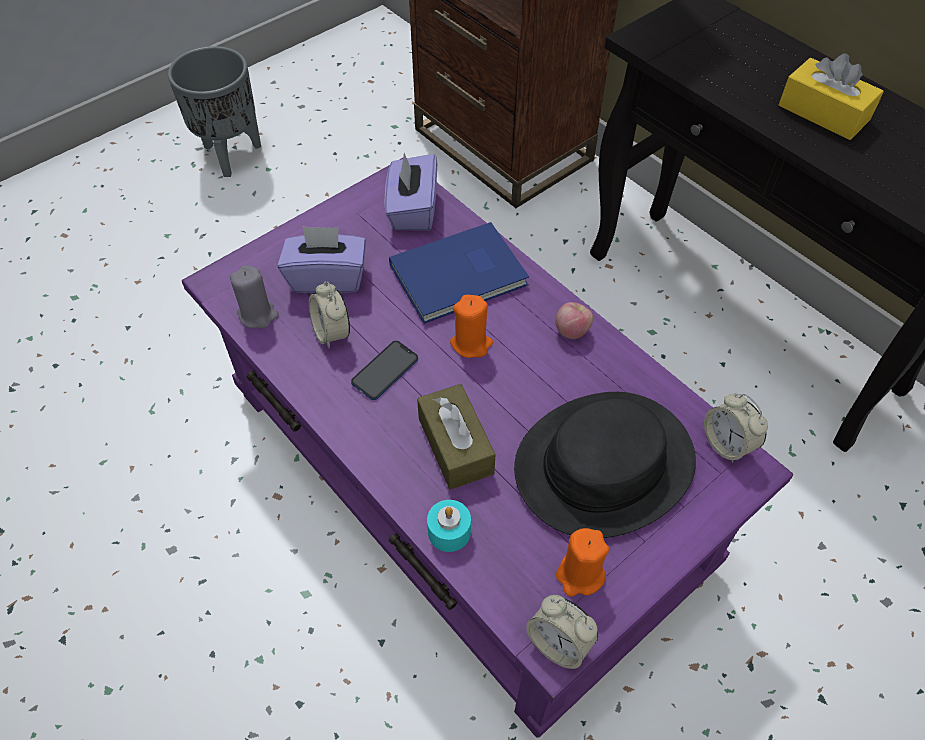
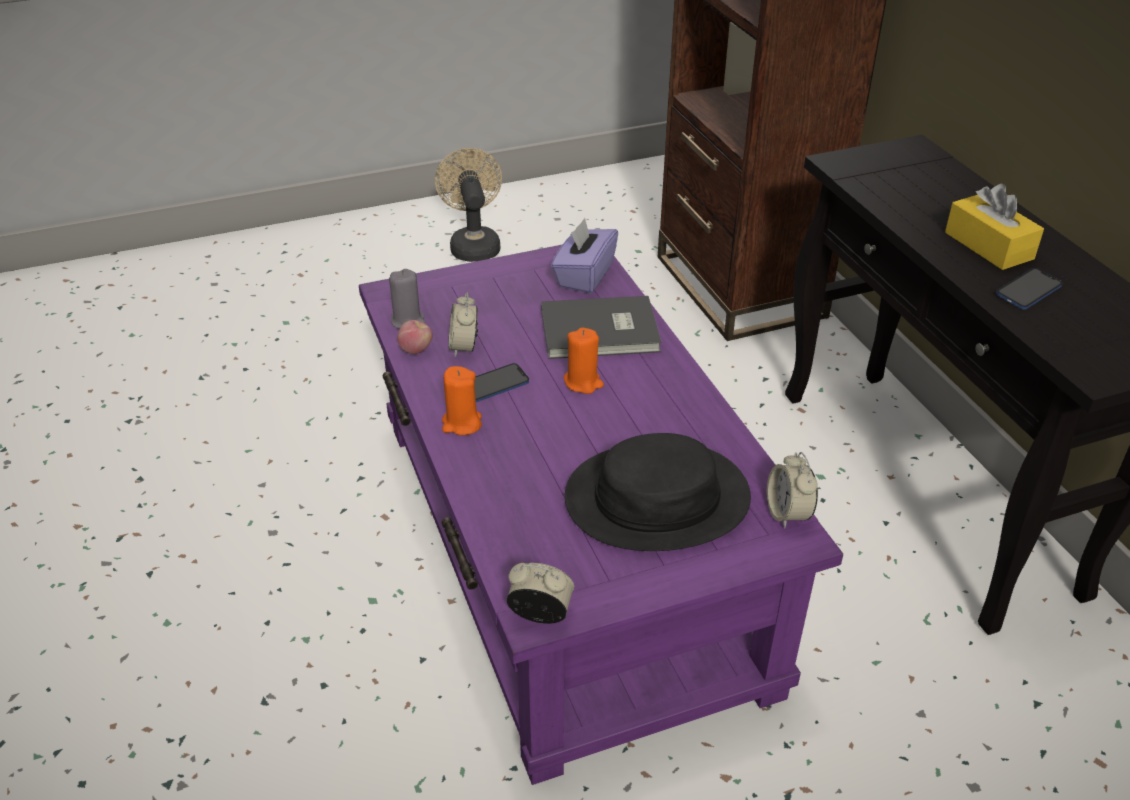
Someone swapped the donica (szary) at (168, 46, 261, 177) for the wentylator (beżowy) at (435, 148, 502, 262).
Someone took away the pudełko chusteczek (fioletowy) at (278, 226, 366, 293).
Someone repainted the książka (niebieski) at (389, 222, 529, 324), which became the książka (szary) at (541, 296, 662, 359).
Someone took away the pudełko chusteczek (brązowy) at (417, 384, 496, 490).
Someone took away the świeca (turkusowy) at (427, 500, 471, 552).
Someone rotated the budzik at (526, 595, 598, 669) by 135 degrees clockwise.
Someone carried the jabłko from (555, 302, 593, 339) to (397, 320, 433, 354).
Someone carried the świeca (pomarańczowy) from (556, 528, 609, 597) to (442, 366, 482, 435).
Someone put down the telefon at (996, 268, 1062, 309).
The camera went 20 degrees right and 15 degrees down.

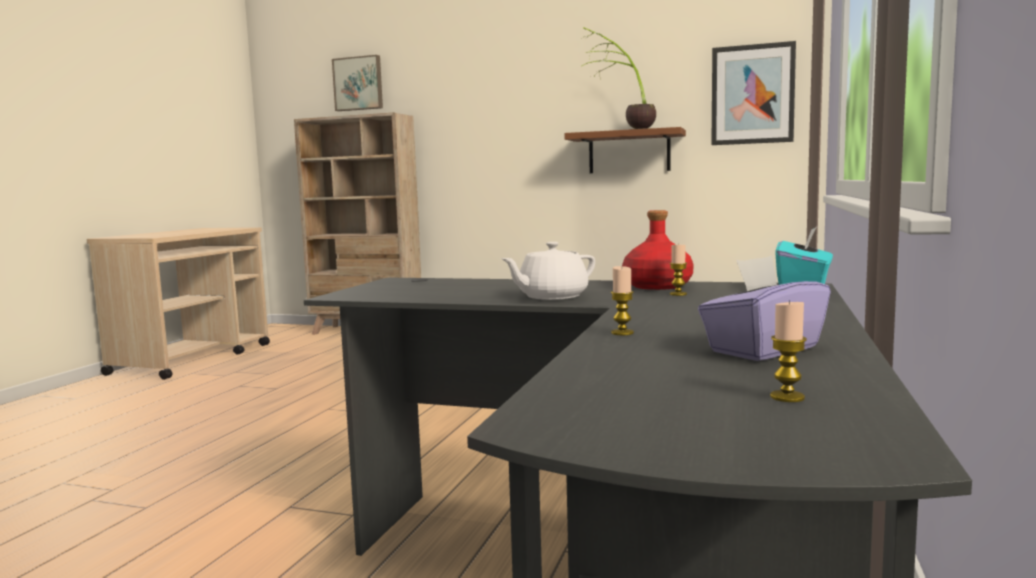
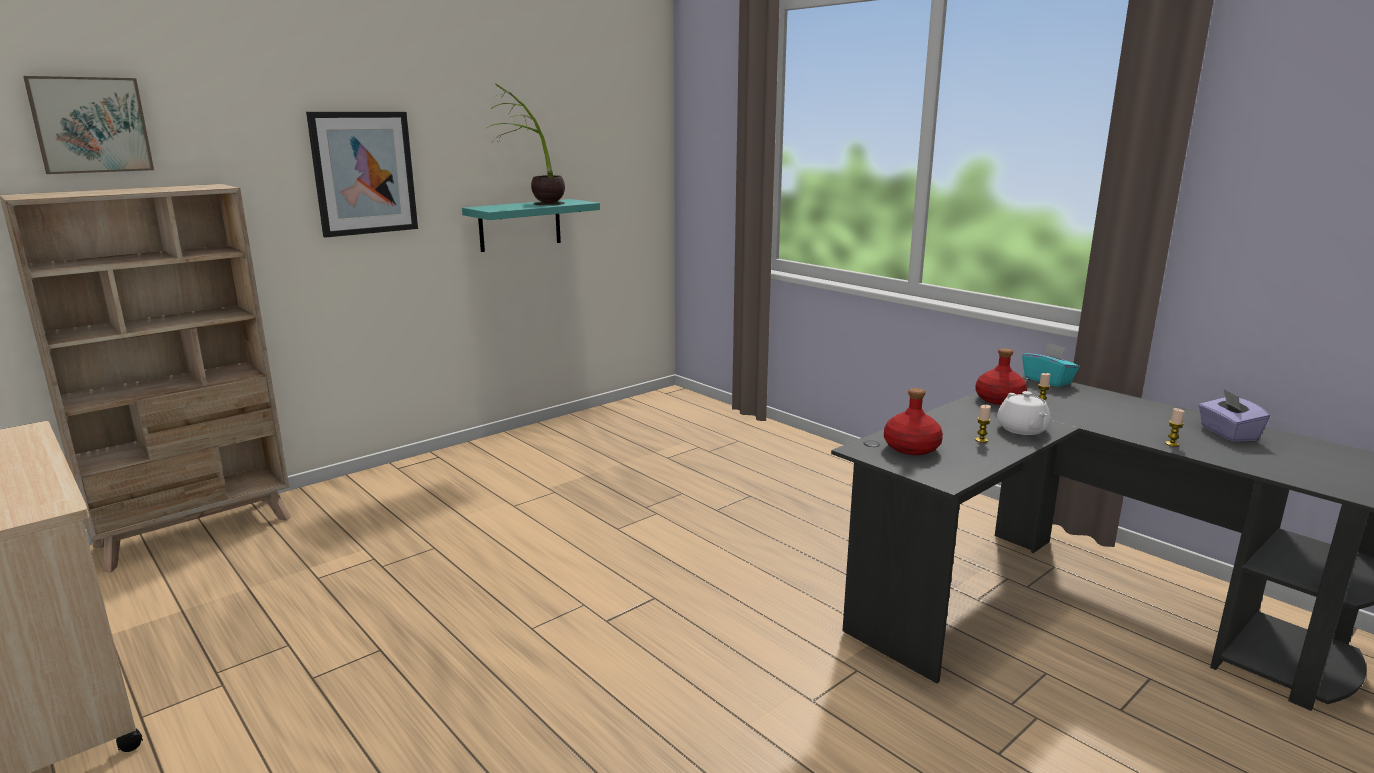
Someone repainted the półka (brązowy) at (565, 127, 686, 173), which became the półka (turkusowy) at (462, 199, 600, 252).
Someone carried the obraz from (711, 41, 796, 145) to (306, 112, 418, 238).
Someone carried the świeca from (770, 300, 807, 402) to (975, 405, 991, 443).
Someone put down the butelka (czerwony) at (884, 388, 943, 455).
The camera went 60 degrees left and 10 degrees up.

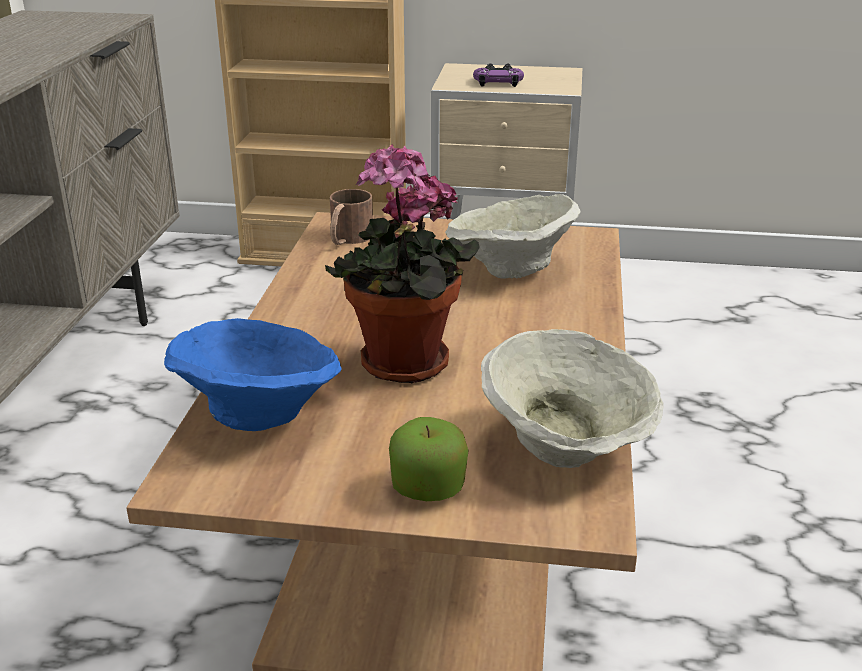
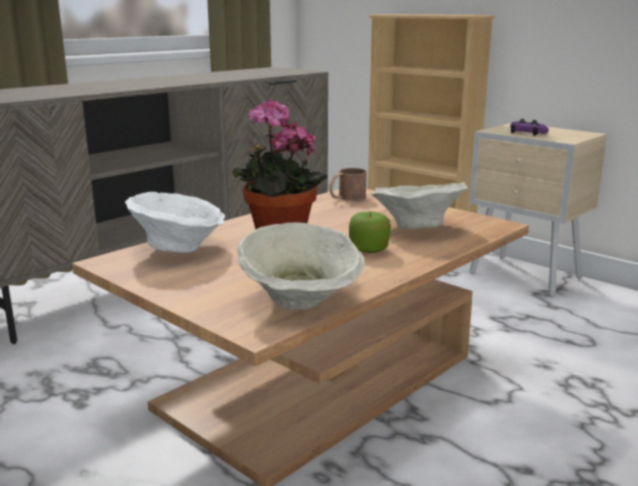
Someone repainted the miska (niebieski) at (164, 318, 342, 431), which became the miska (biały) at (125, 192, 225, 253).
Someone carried the jabłko from (389, 417, 469, 501) to (349, 212, 391, 253).
The camera went 35 degrees right and 10 degrees down.

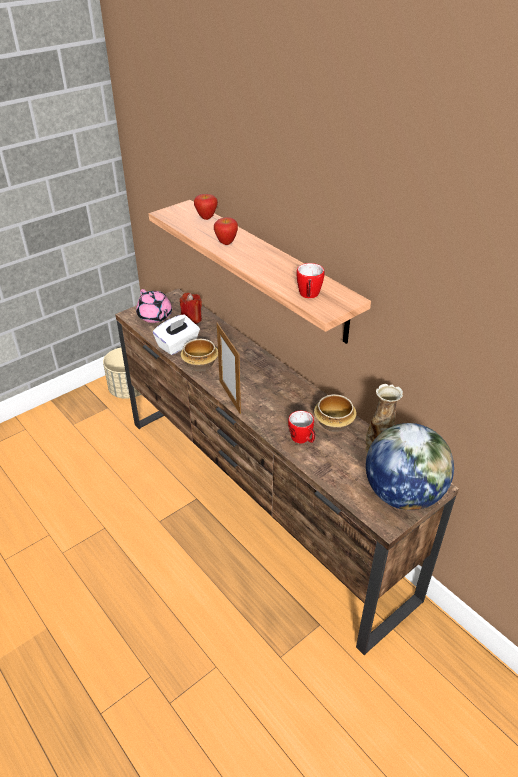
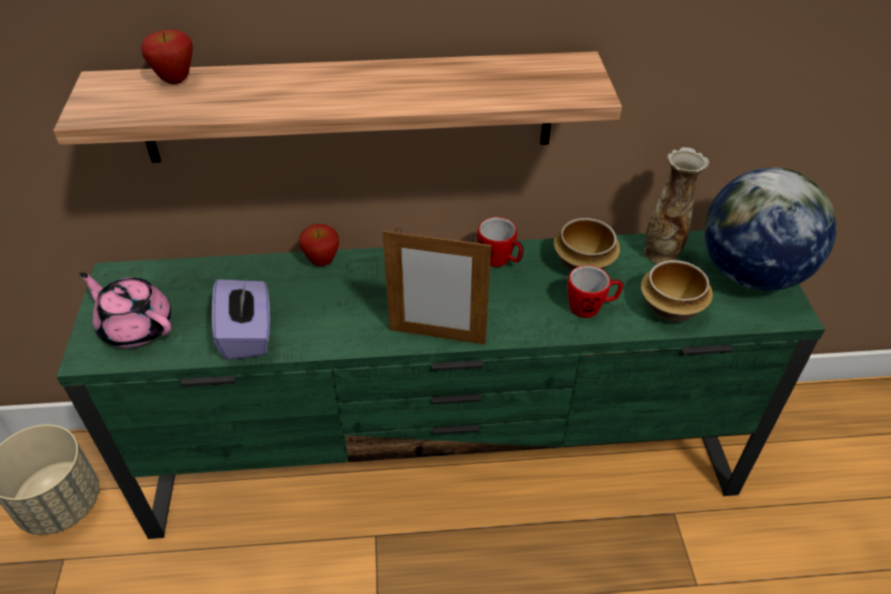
Someone repainted the szafka pod telewizor (brązowy) at (115, 288, 459, 655), which became the szafka pod telewizor (zielony) at (56, 230, 825, 539).
Someone rotated the imbryk (różowy) at (136, 289, 172, 323) by 150 degrees counterclockwise.
Someone repainted the pudełko chusteczek (biały) at (153, 314, 200, 355), which became the pudełko chusteczek (fioletowy) at (212, 279, 270, 360).
Someone took away the świeca (czerwony) at (180, 293, 202, 324).
Someone carried the miska from (181, 339, 218, 371) to (641, 260, 713, 322).
Someone carried the jabłko from (214, 217, 238, 245) to (299, 224, 339, 266).
Someone carried the kubek from (296, 263, 325, 298) to (478, 217, 524, 267).
The camera went 55 degrees left and 5 degrees up.

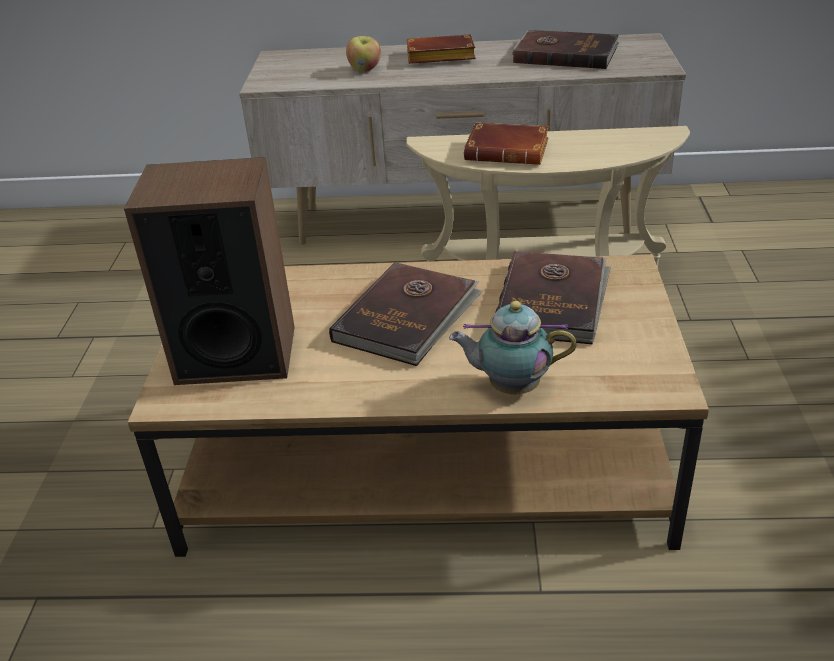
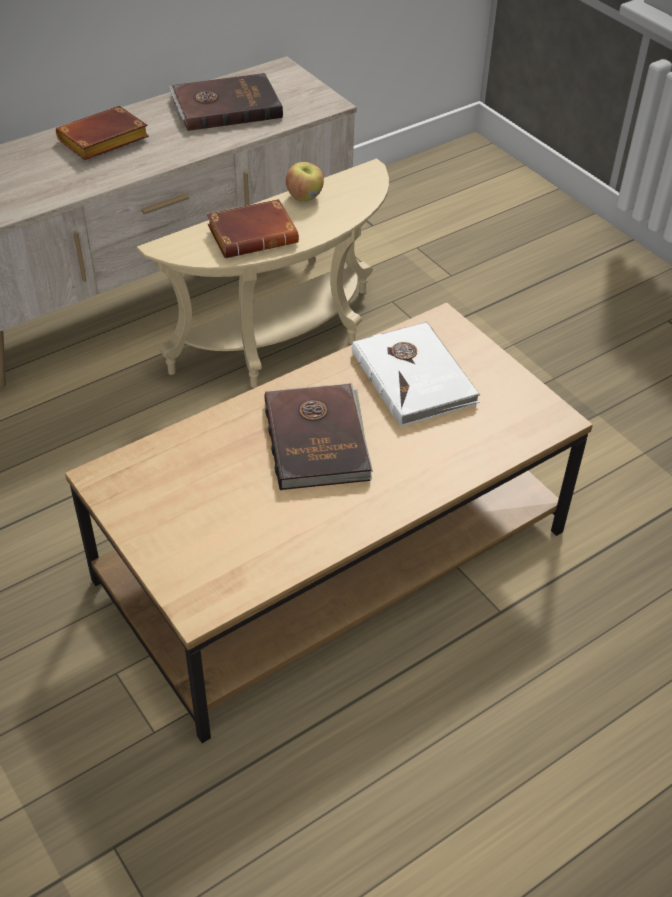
Someone took away the głośnik at (124, 157, 295, 385).
Someone carried the jabłko from (346, 36, 381, 72) to (286, 162, 324, 201).
Someone took away the imbryk at (449, 301, 577, 394).
Someone repainted the książka (brązowy) at (495, 251, 611, 344), which became the książka (biały) at (352, 321, 480, 427).
The camera went 40 degrees left and 10 degrees up.

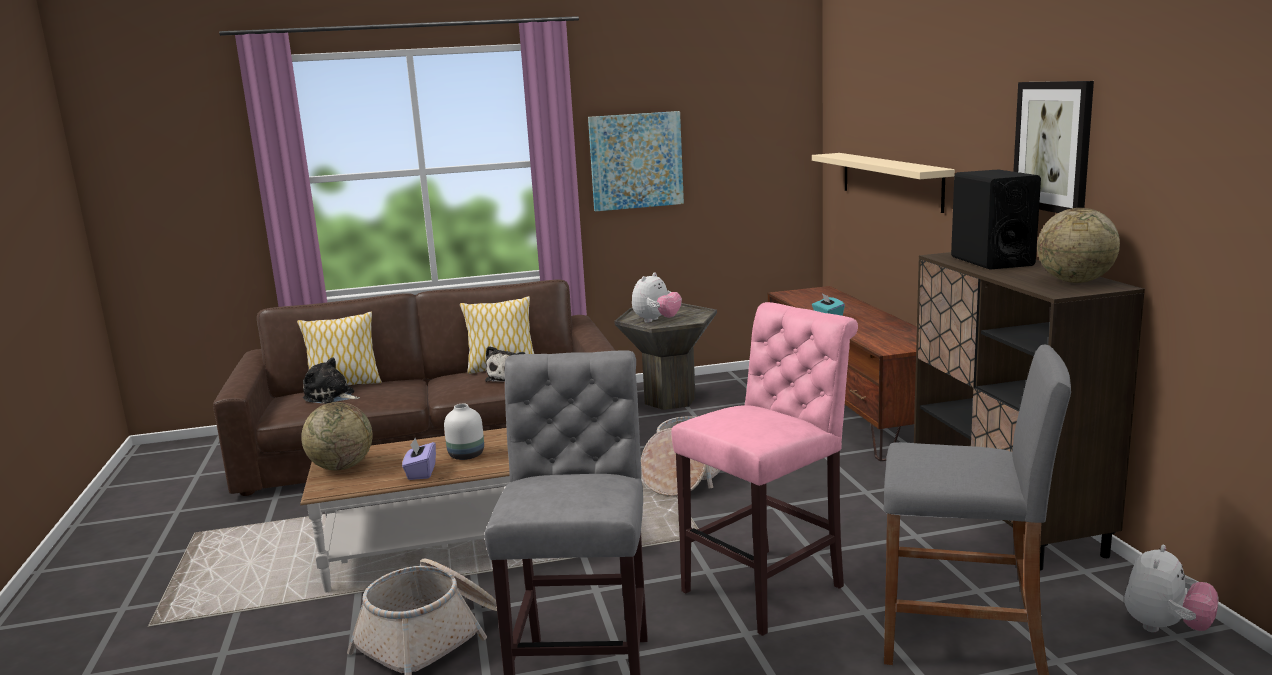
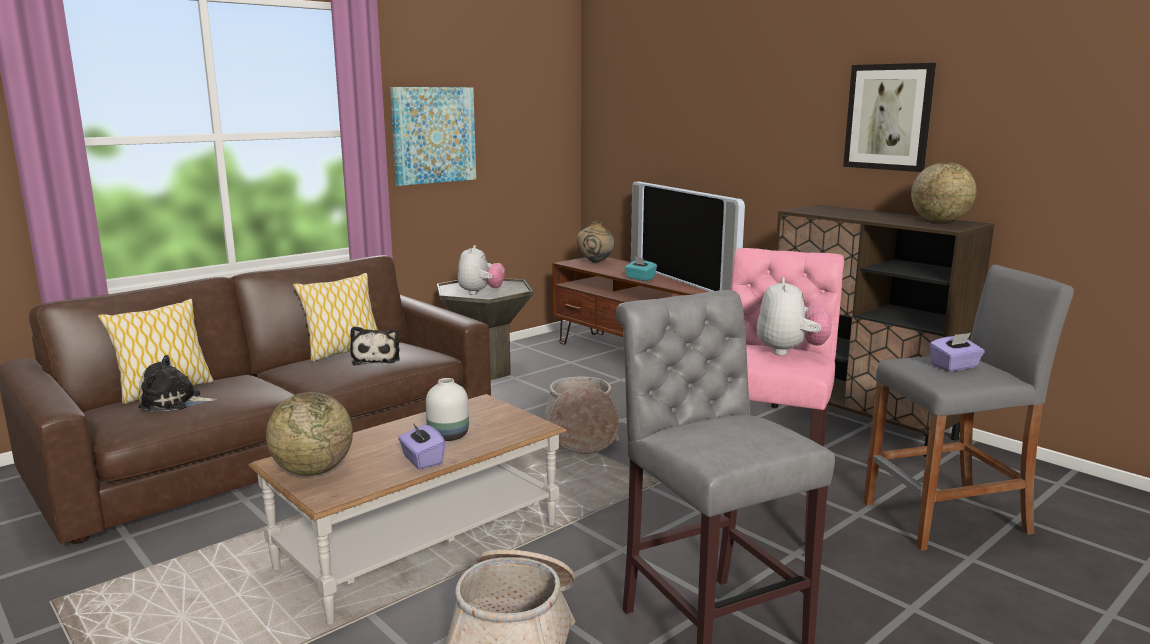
Someone took away the półka (beżowy) at (812, 153, 955, 213).
Someone took away the głośnik (czarny) at (951, 169, 1041, 270).
Someone carried the pluszak from (1124, 545, 1219, 632) to (757, 277, 832, 356).
Someone put down the wazon (beżowy) at (577, 221, 615, 263).
Someone put down the telewizor at (631, 182, 745, 292).
Someone put down the pudełko chusteczek (fioletowy) at (929, 333, 985, 372).
The camera went 30 degrees left and 0 degrees up.

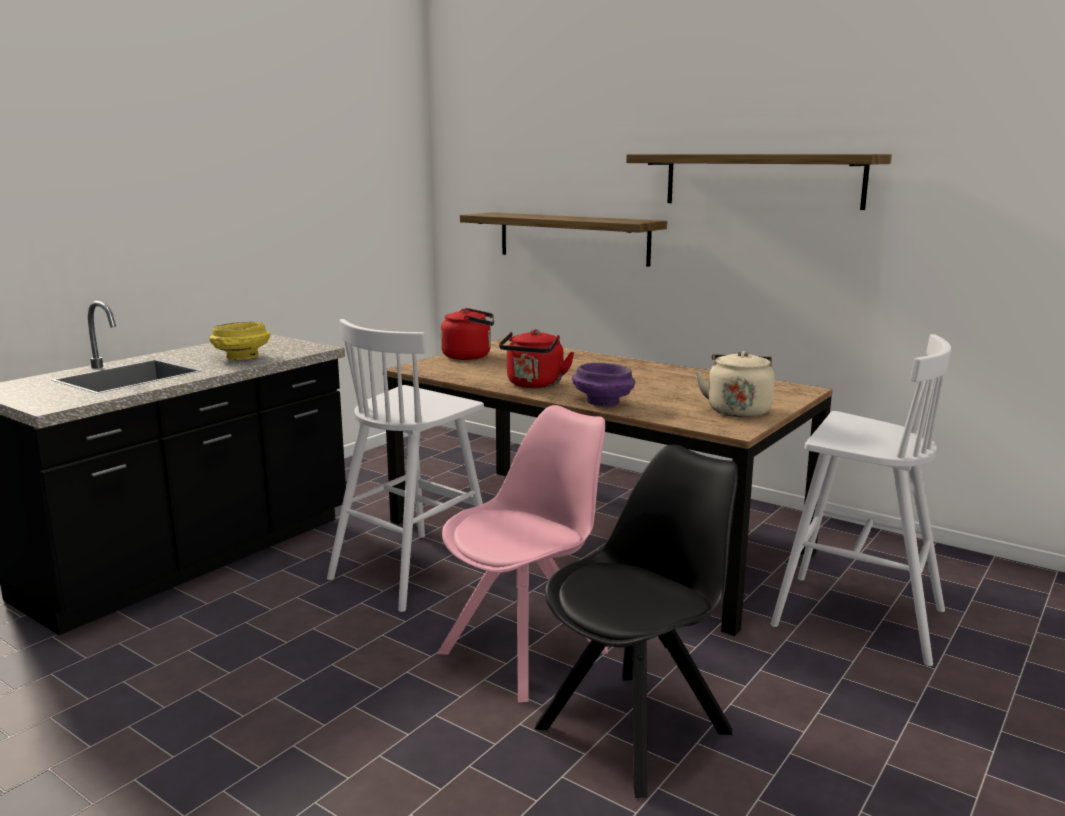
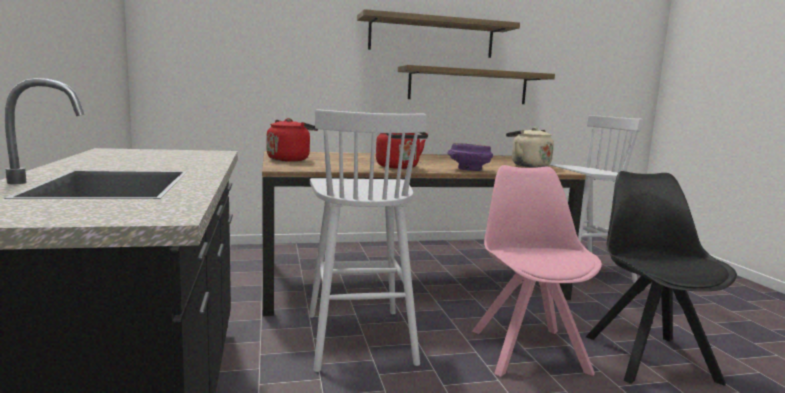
Someone took away the miska (żółty) at (209, 322, 270, 360).
Someone carried the półka from (460, 212, 667, 267) to (398, 65, 555, 104).
The camera went 50 degrees left and 5 degrees down.

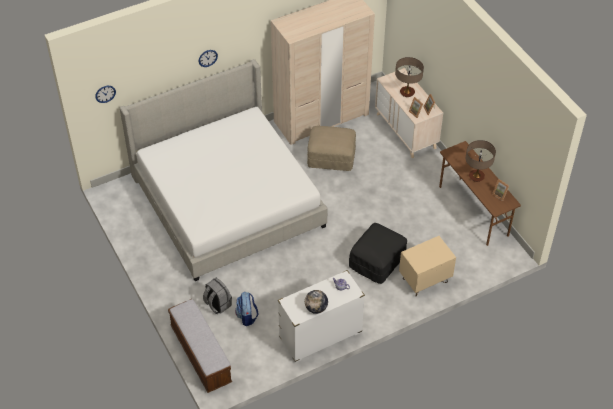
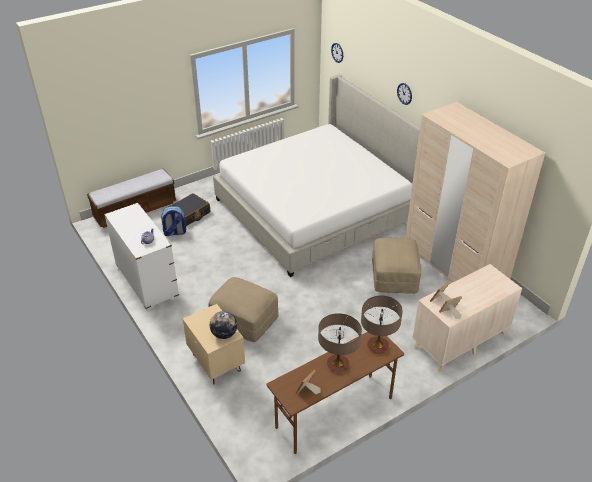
Someone swapped the plecak (szary) at (203, 278, 232, 314) for the walizka (czarny) at (169, 193, 210, 226).
Someone carried the globus from (305, 290, 328, 314) to (210, 311, 237, 339).
Someone repainted the pufa (czarny) at (349, 223, 407, 284), which became the pufa (beżowy) at (208, 277, 279, 342).
Someone carried the lampa stołowa from (395, 57, 424, 97) to (361, 295, 403, 354).
The camera went 85 degrees right and 10 degrees down.

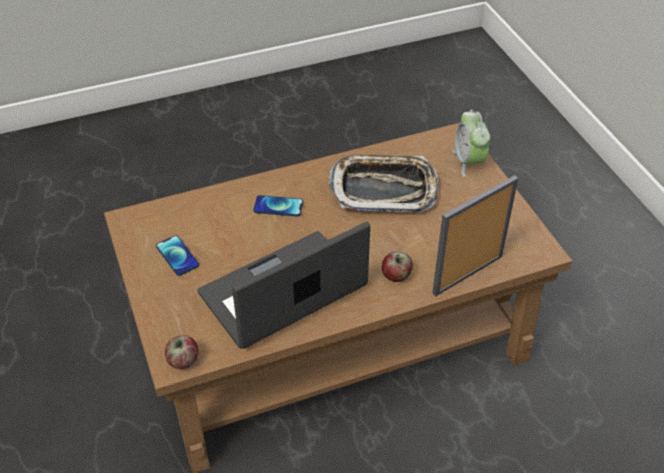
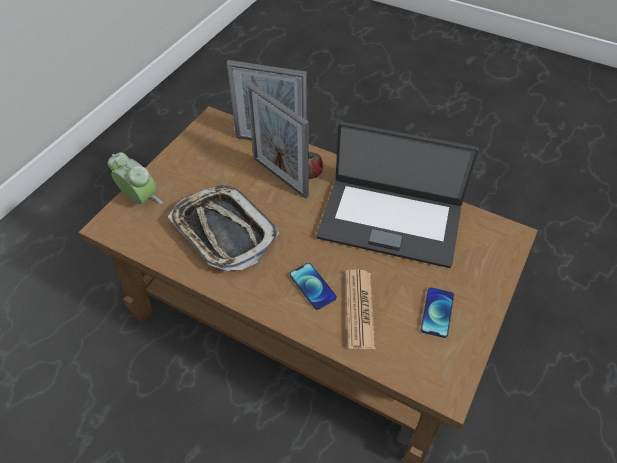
Someone took away the jabłko at (165, 335, 199, 369).
Someone rotated the budzik at (453, 109, 490, 177) by 90 degrees counterclockwise.
Someone put down the ramka na zdjęcie at (246, 82, 309, 199).
Someone put down the gazeta at (346, 270, 376, 349).
The camera went 130 degrees left and 5 degrees up.

